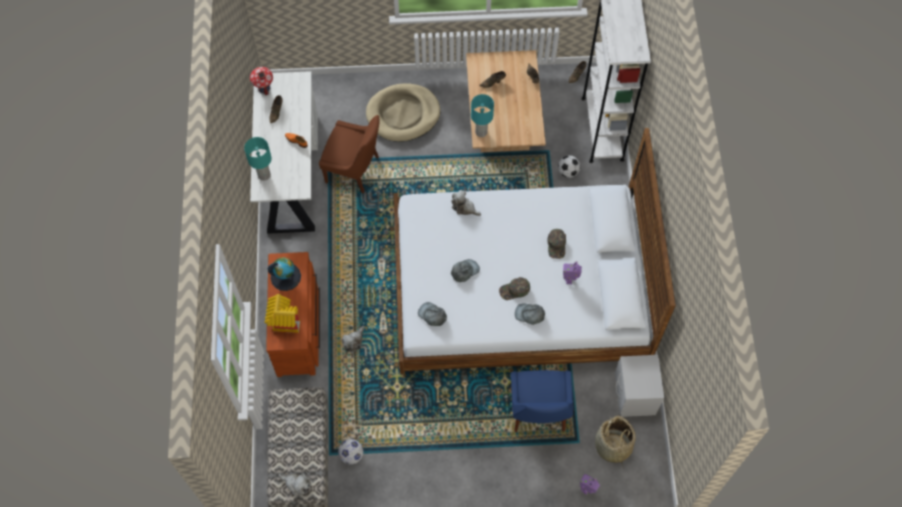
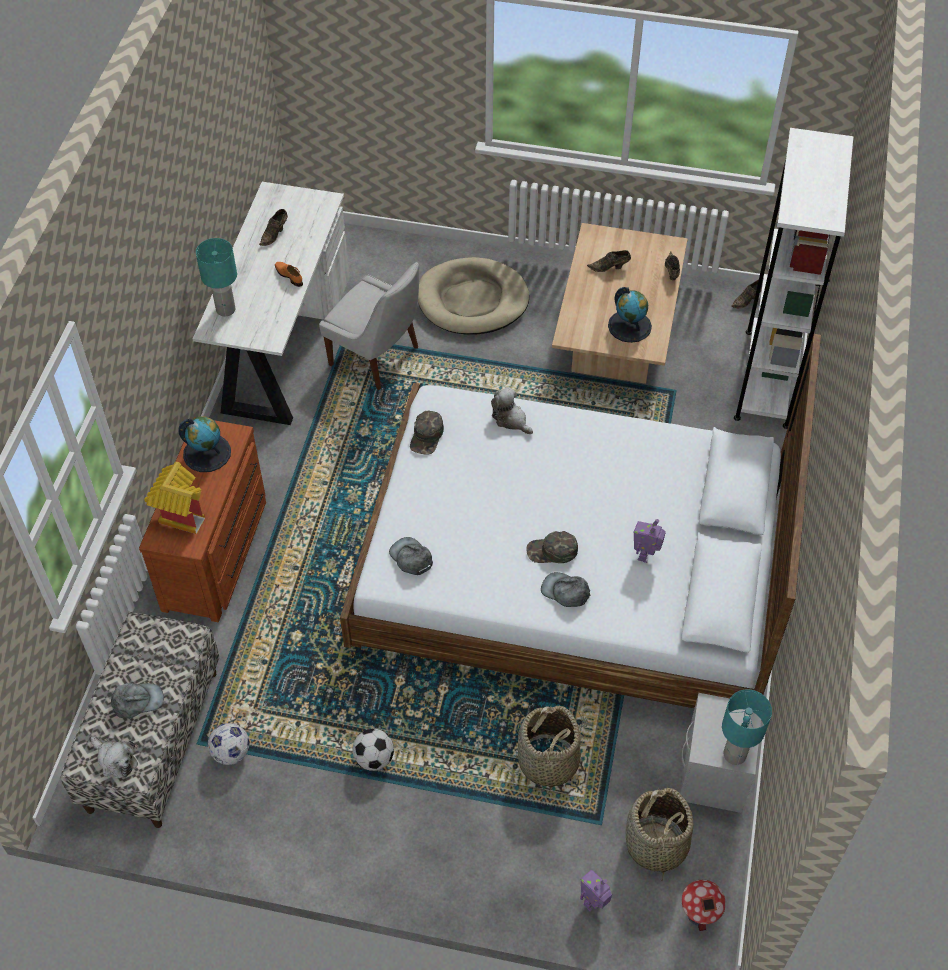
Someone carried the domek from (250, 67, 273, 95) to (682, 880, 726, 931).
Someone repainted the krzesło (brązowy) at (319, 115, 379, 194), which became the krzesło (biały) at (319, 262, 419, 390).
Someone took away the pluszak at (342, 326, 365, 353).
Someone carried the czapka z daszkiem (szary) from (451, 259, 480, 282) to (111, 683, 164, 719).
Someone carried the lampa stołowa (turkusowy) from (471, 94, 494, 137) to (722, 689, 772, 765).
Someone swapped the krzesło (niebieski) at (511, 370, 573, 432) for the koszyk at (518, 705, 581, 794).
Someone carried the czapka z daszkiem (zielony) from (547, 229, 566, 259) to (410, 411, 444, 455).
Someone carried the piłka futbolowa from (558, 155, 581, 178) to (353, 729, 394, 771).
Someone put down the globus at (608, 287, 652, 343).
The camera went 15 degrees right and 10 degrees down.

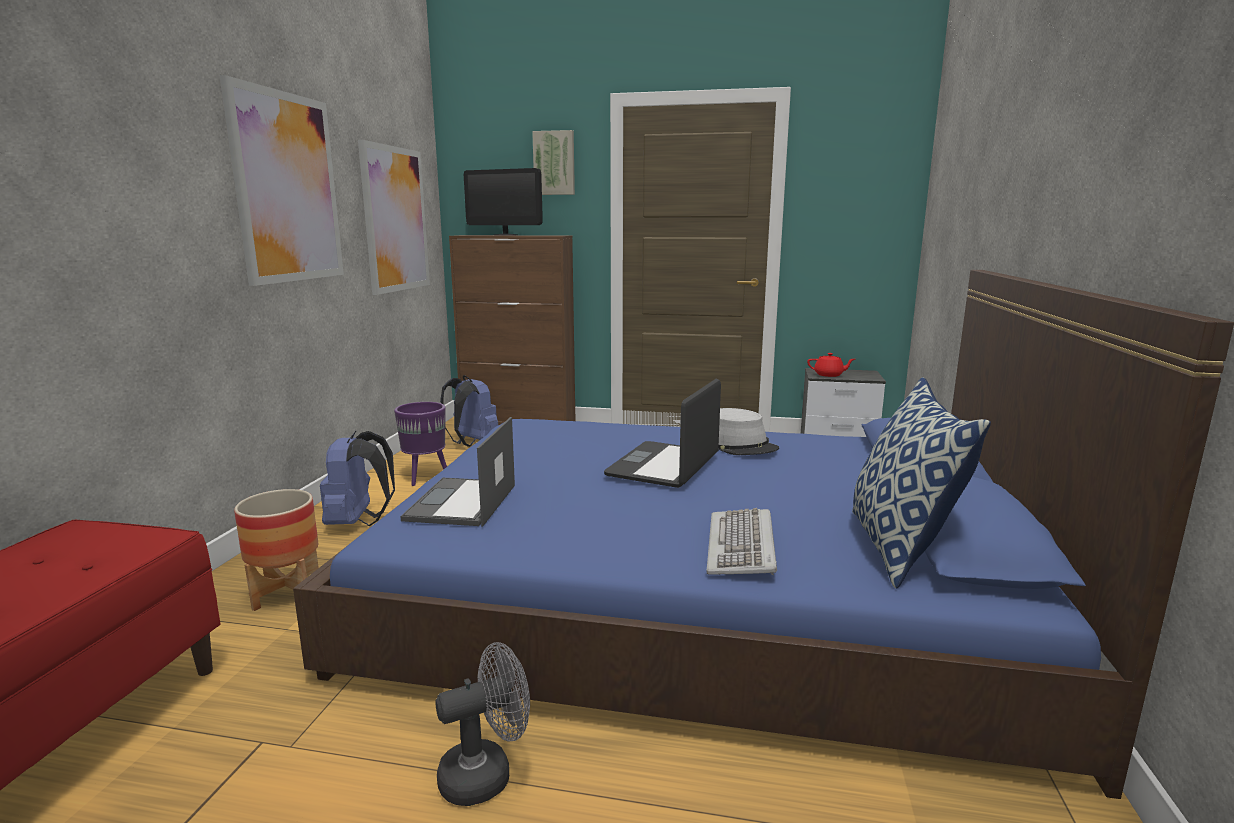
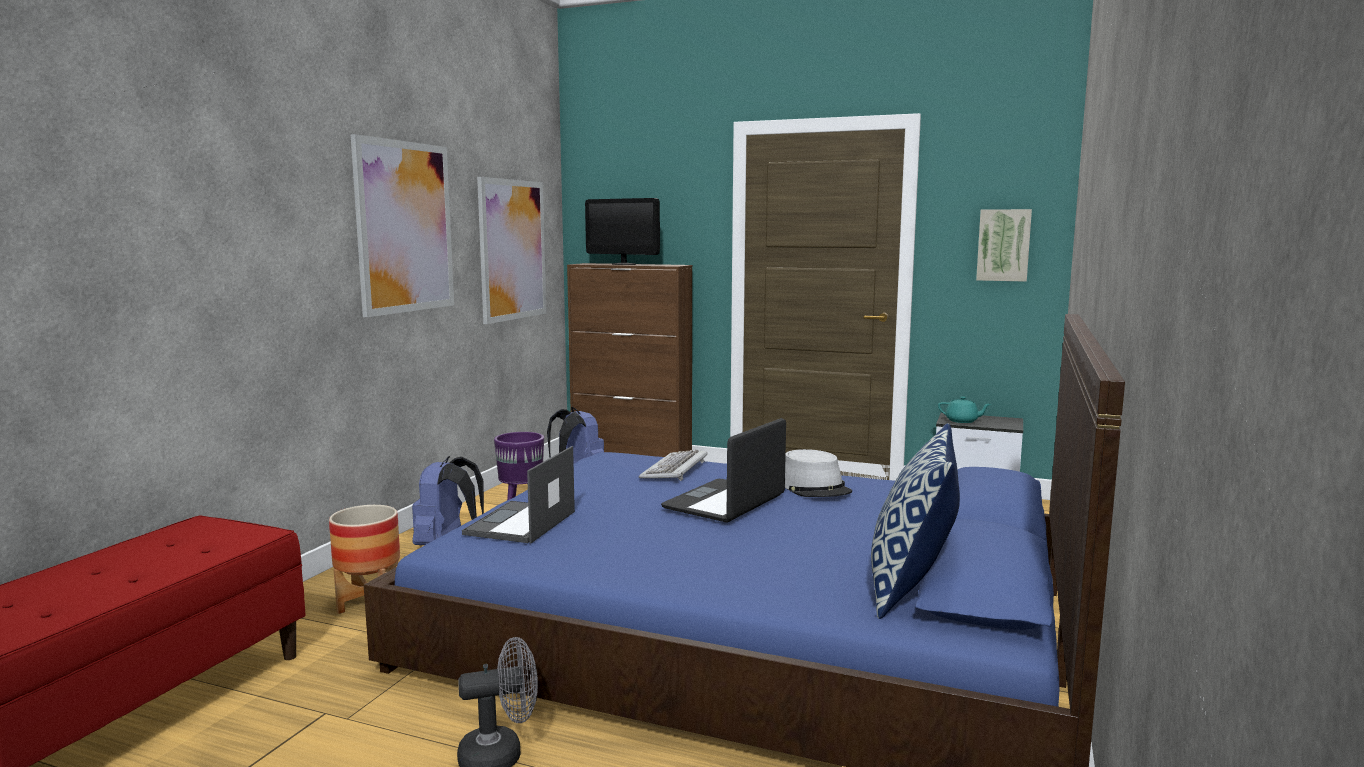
Someone carried the obraz from (532, 130, 575, 195) to (976, 209, 1032, 282).
Someone carried the klawiatura from (706, 508, 777, 575) to (639, 450, 708, 481).
Someone repainted the imbryk (czerwony) at (807, 353, 855, 377), which became the imbryk (turkusowy) at (938, 396, 991, 423).
The camera went 10 degrees right and 5 degrees down.

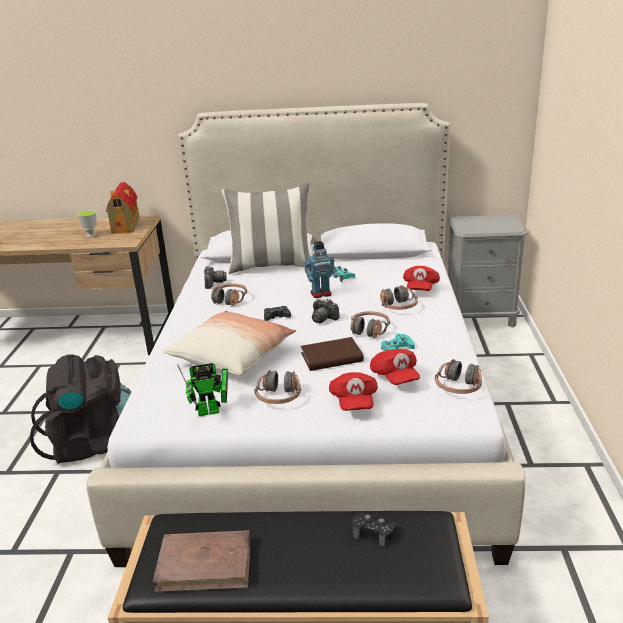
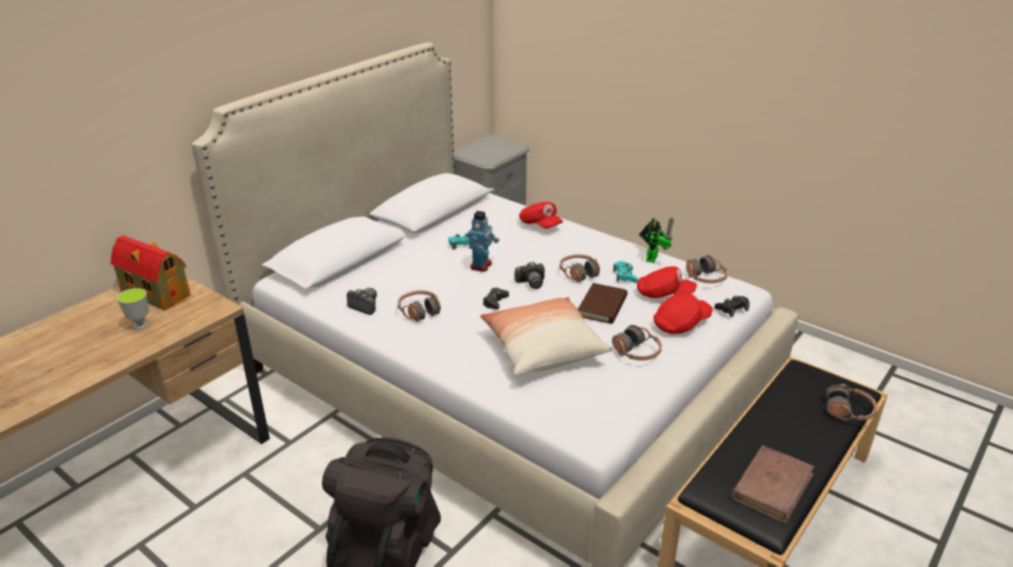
Someone carried the robot zabawkowy from (177, 363, 228, 416) to (639, 218, 674, 263).
Someone took away the poduszka at (222, 183, 310, 274).
Someone rotated the czapka z daszkiem (czerwony) at (329, 372, 378, 411) by 60 degrees counterclockwise.
Someone carried the pad do gier (czarny) from (352, 513, 397, 546) to (714, 296, 750, 317).
Someone carried the słuchawki from (380, 285, 418, 310) to (826, 384, 877, 421).
The camera went 55 degrees left and 5 degrees up.

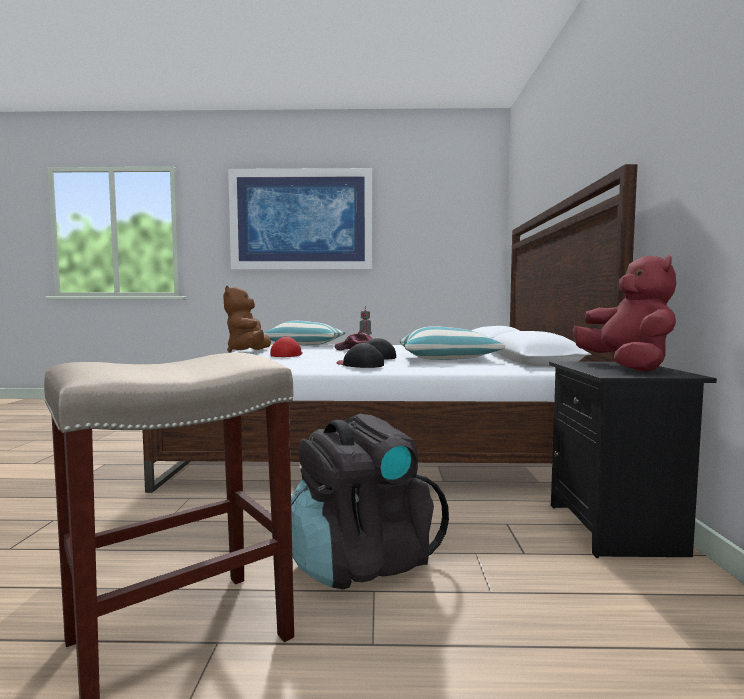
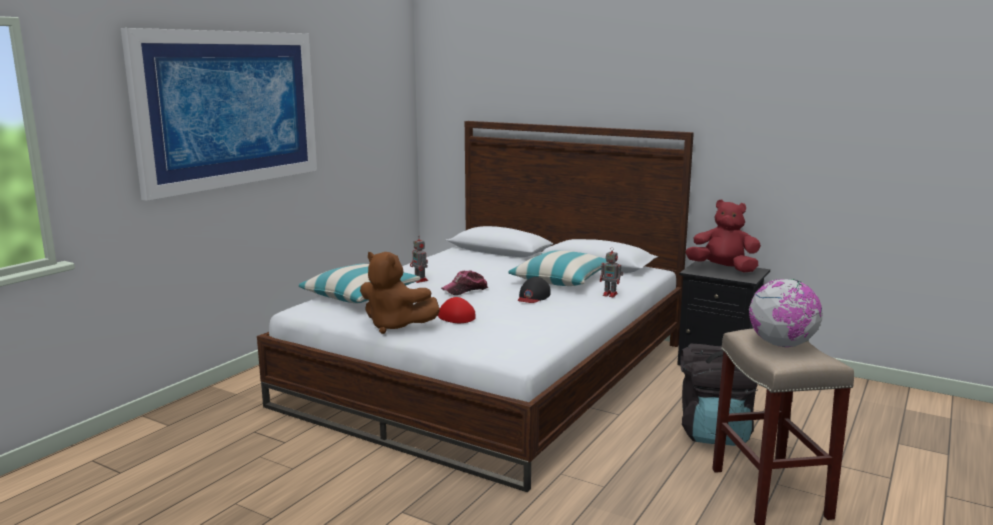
Someone took away the czapka z daszkiem (czarny) at (337, 343, 384, 368).
Someone put down the robot zabawkowy at (600, 247, 623, 297).
Someone put down the globus at (749, 279, 823, 347).
The camera went 60 degrees left and 10 degrees up.

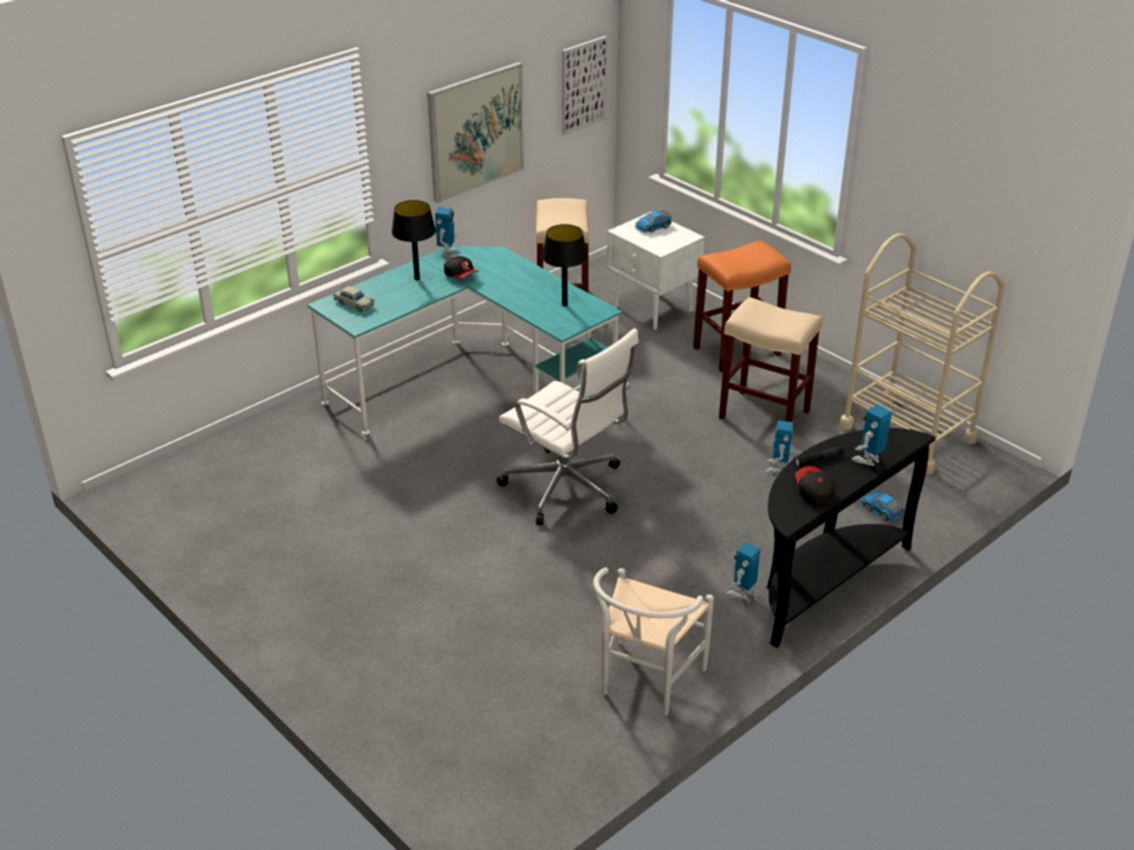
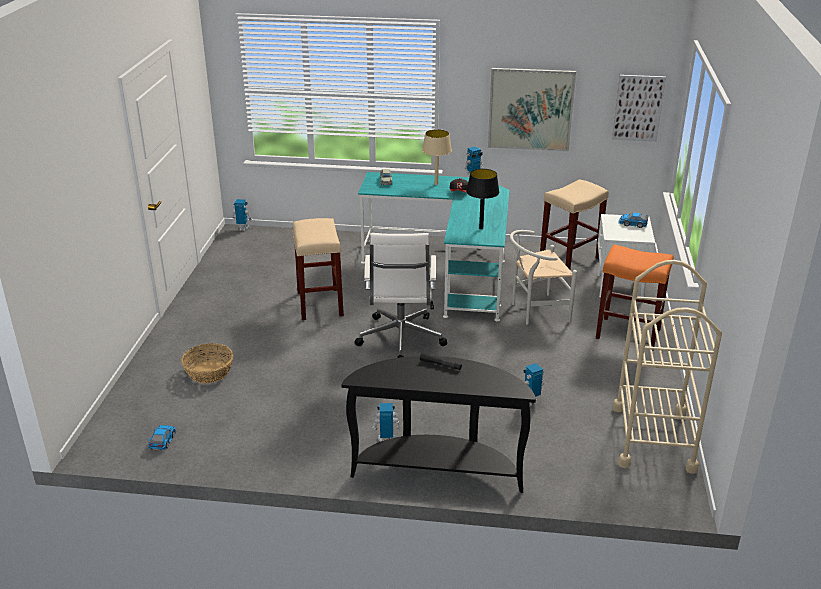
Someone repainted the lampa stołowa (czarny) at (392, 200, 436, 280), which became the lampa stołowa (beżowy) at (422, 129, 452, 185).
Someone carried the krzesło (biały) from (593, 567, 714, 715) to (510, 230, 577, 325).
Someone carried the stołek (beżowy) from (719, 297, 822, 422) to (293, 218, 344, 320).
Someone took away the czapka z daszkiem at (795, 466, 836, 505).
Someone carried the robot zabawkowy from (852, 404, 892, 466) to (232, 199, 252, 231).
Someone carried the samochodzik from (860, 491, 905, 521) to (148, 425, 176, 450).
Someone put down the koszyk at (181, 343, 233, 384).
The camera went 50 degrees right and 5 degrees down.

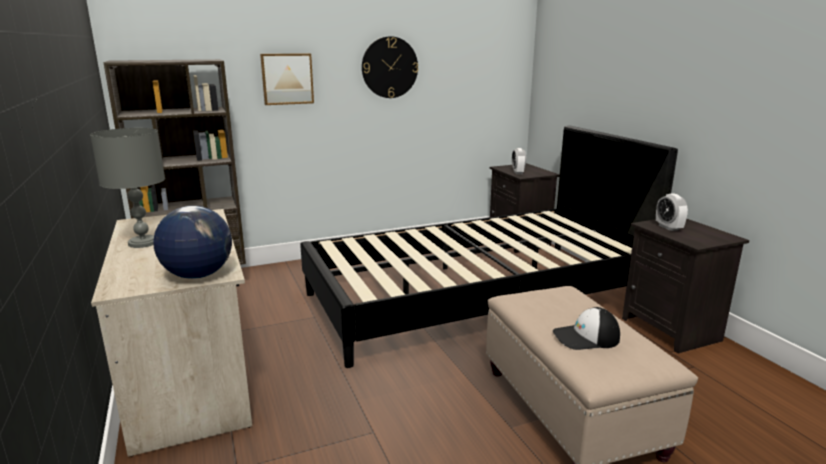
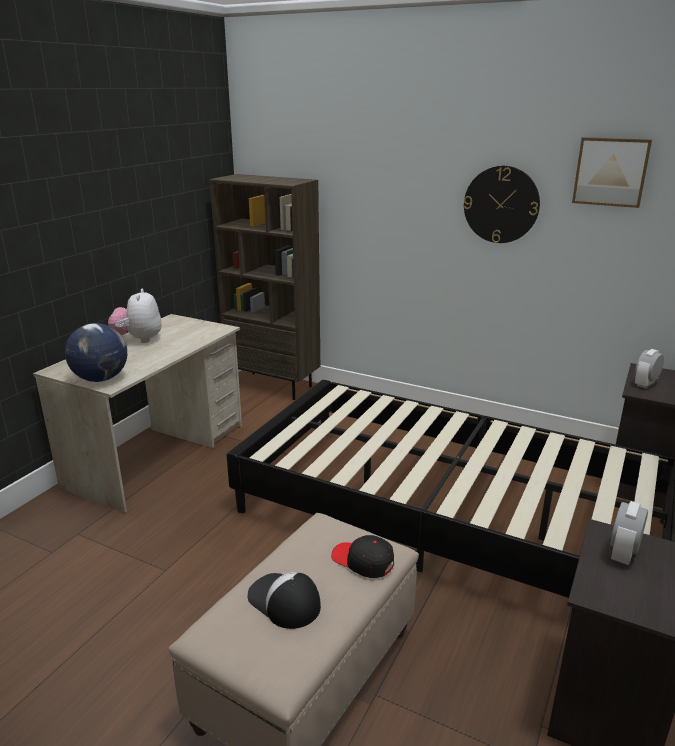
Someone swapped the lampa stołowa (szary) at (90, 128, 165, 248) for the pluszak at (108, 288, 162, 343).
Someone carried the obraz from (260, 53, 314, 105) to (572, 137, 652, 208).
Someone put down the czapka z daszkiem (czarny) at (331, 535, 394, 578).
The camera went 50 degrees right and 5 degrees up.

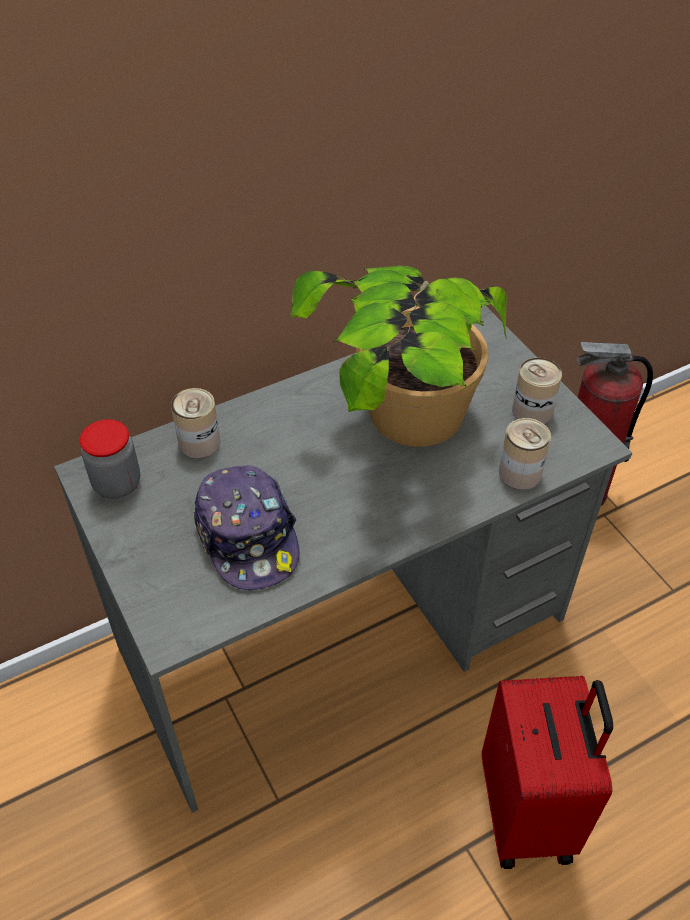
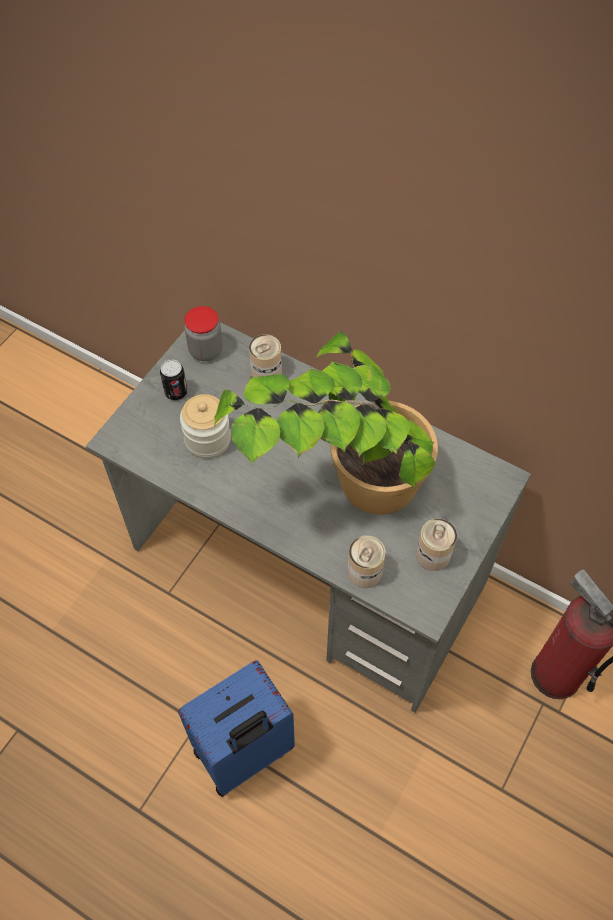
Someone swapped the czapka z daszkiem at (193, 465, 300, 590) for the słoik at (180, 394, 231, 459).
Someone repainted the walizka (czerwony) at (482, 676, 613, 869), which became the walizka (niebieski) at (178, 660, 295, 797).
Someone put down the puszka at (160, 359, 187, 401).
The camera went 60 degrees right and 10 degrees up.

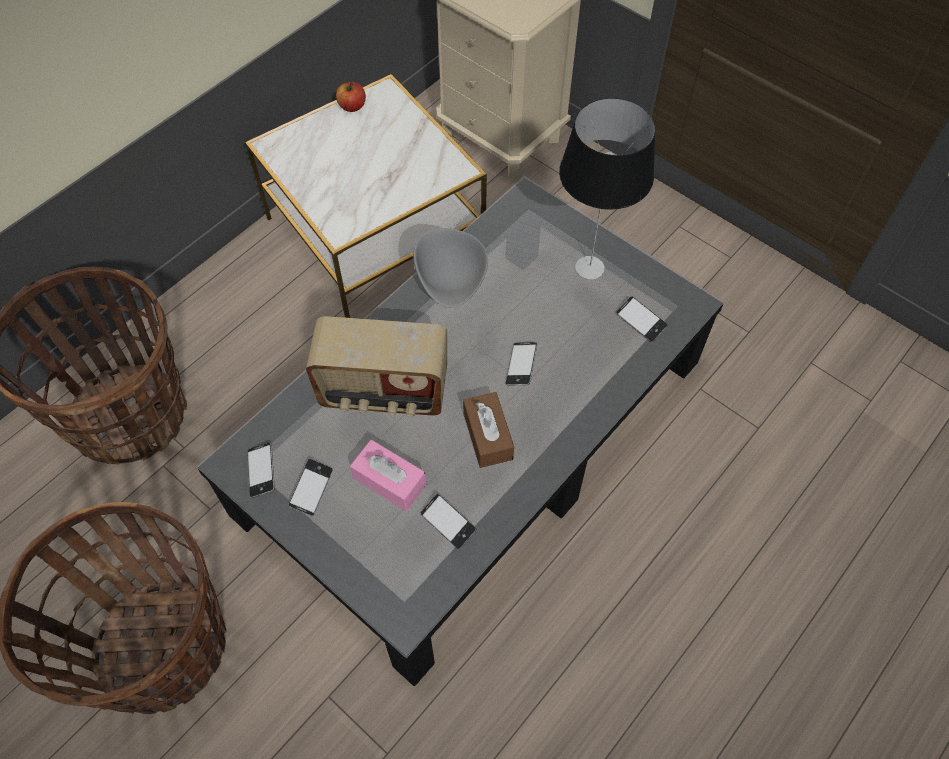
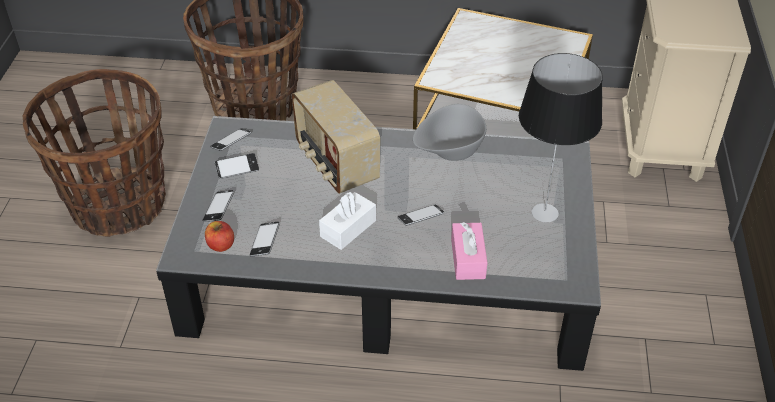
Someone carried the jabłko from (336, 82, 366, 112) to (205, 221, 234, 252).
Someone carried the pudełko chusteczek (różowy) from (350, 440, 427, 511) to (451, 222, 487, 280).
Someone repainted the pudełko chusteczek (brązowy) at (463, 392, 514, 468), which became the pudełko chusteczek (biały) at (319, 191, 376, 250).
Someone carried the telefon from (616, 296, 668, 342) to (203, 190, 234, 222).
The camera went 55 degrees right and 15 degrees down.

